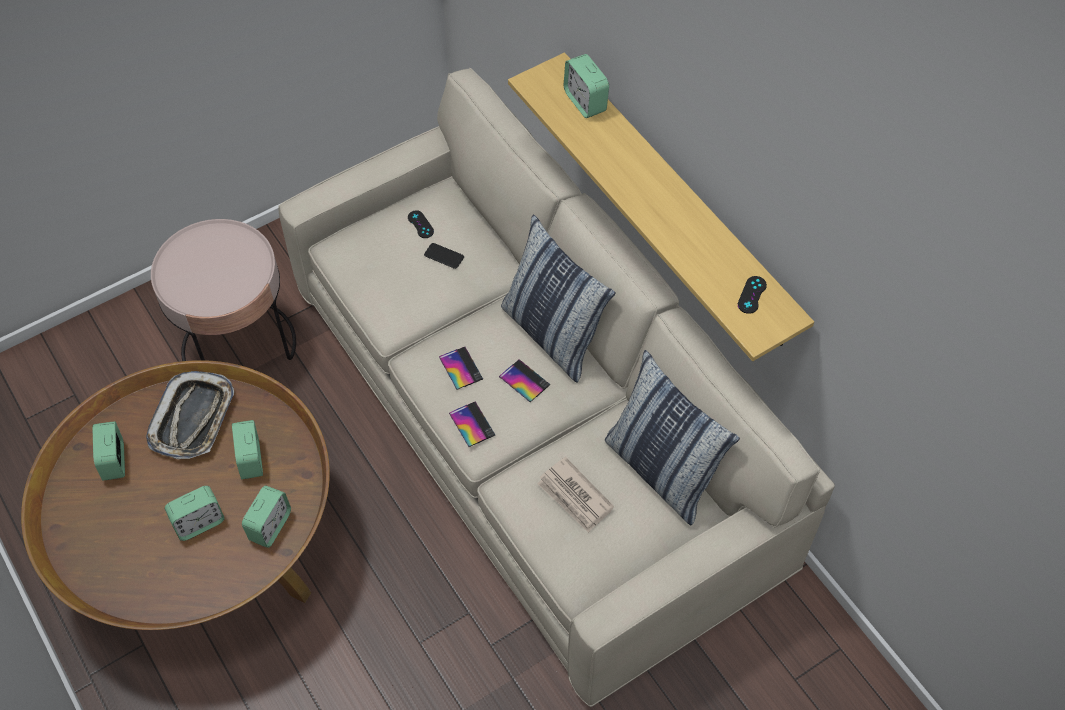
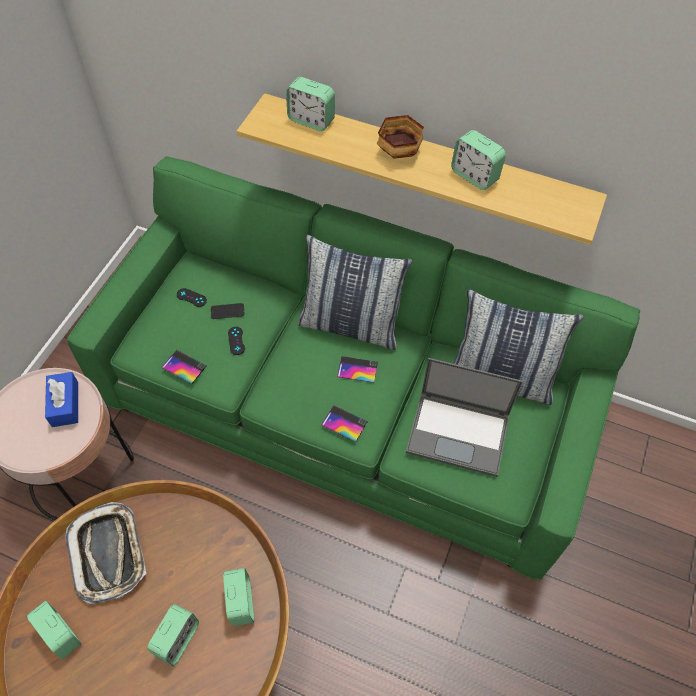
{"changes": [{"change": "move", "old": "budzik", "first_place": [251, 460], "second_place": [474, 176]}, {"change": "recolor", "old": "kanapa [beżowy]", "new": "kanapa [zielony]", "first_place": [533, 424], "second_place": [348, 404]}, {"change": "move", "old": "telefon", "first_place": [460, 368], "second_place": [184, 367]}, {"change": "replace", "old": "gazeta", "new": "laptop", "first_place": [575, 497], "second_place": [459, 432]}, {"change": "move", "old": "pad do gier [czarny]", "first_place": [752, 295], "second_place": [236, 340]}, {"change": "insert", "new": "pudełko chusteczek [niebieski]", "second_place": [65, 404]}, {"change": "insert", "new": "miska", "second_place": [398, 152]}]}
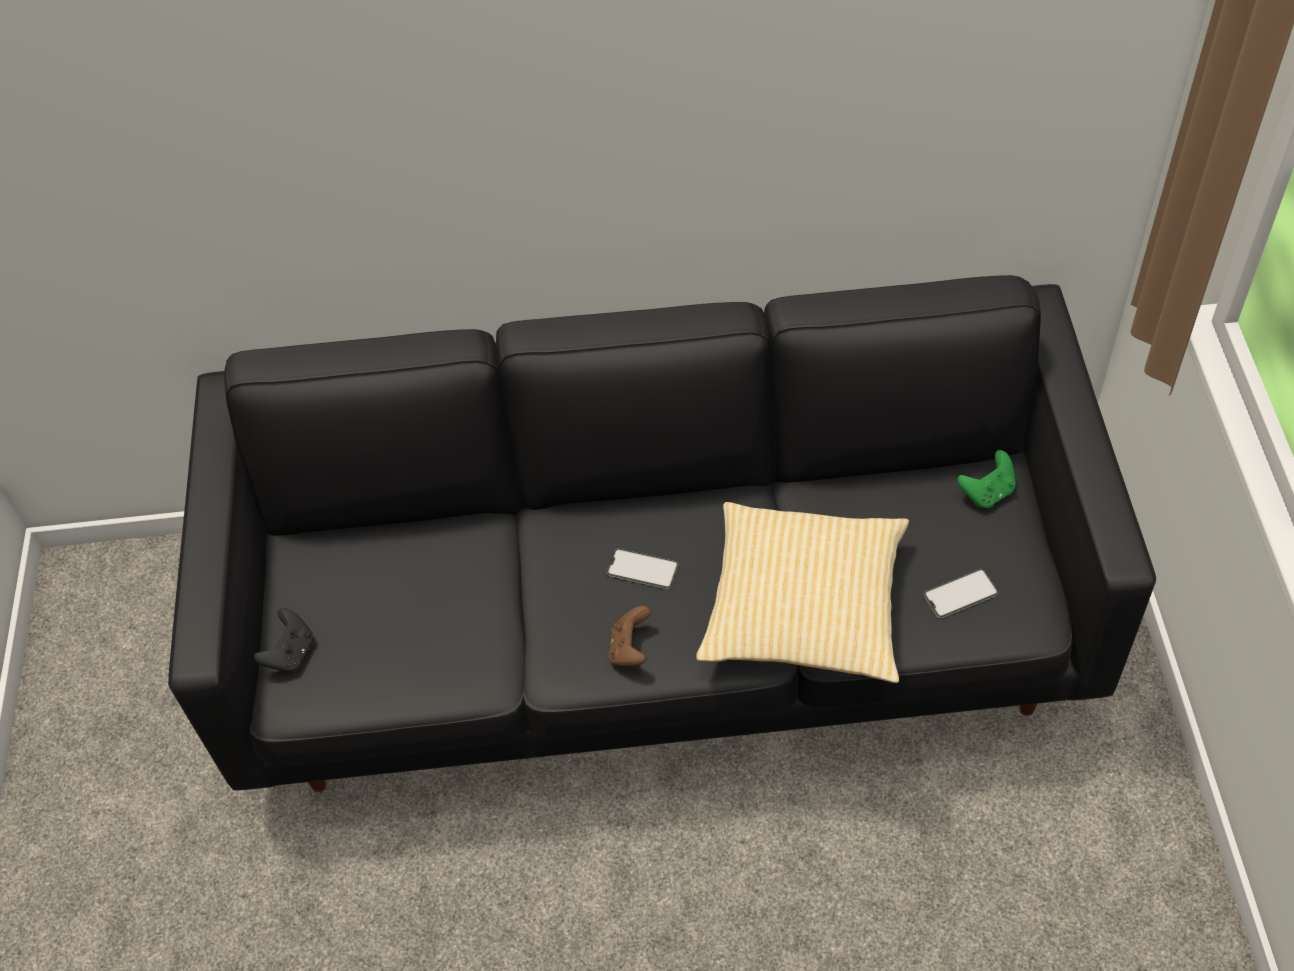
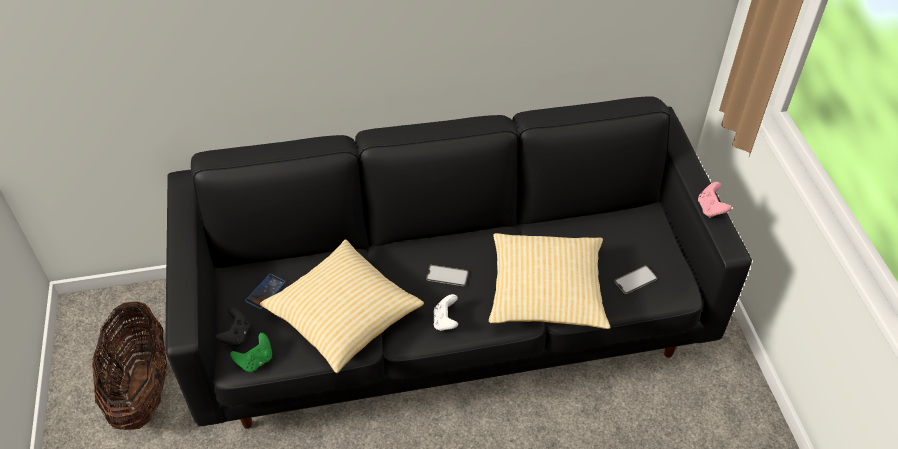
{"changes": [{"change": "recolor", "old": "pad do gier [brązowy]", "new": "pad do gier [biały]", "first_place": [630, 649], "second_place": [445, 321]}, {"change": "move", "old": "pad do gier [zielony]", "first_place": [987, 492], "second_place": [255, 361]}, {"change": "insert", "new": "koszyk", "second_place": [142, 388]}, {"change": "insert", "new": "telefon", "second_place": [265, 292]}, {"change": "insert", "new": "poduszka", "second_place": [344, 317]}, {"change": "insert", "new": "pad do gier [różowy]", "second_place": [710, 209]}]}
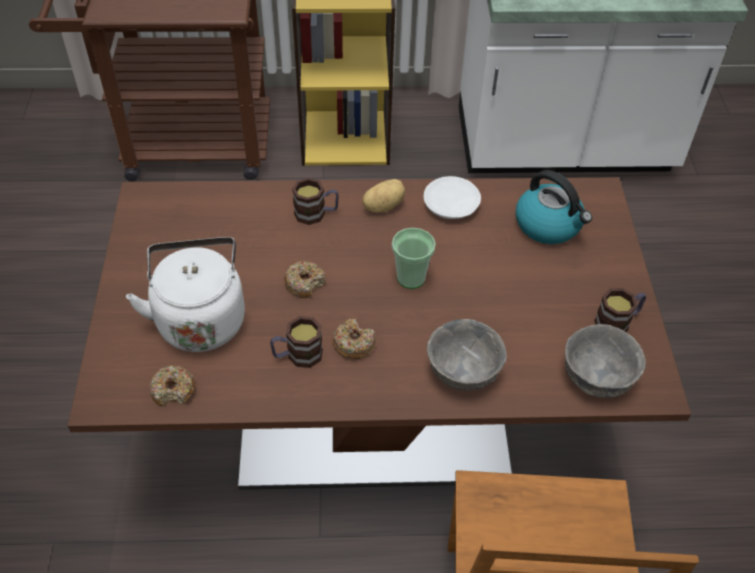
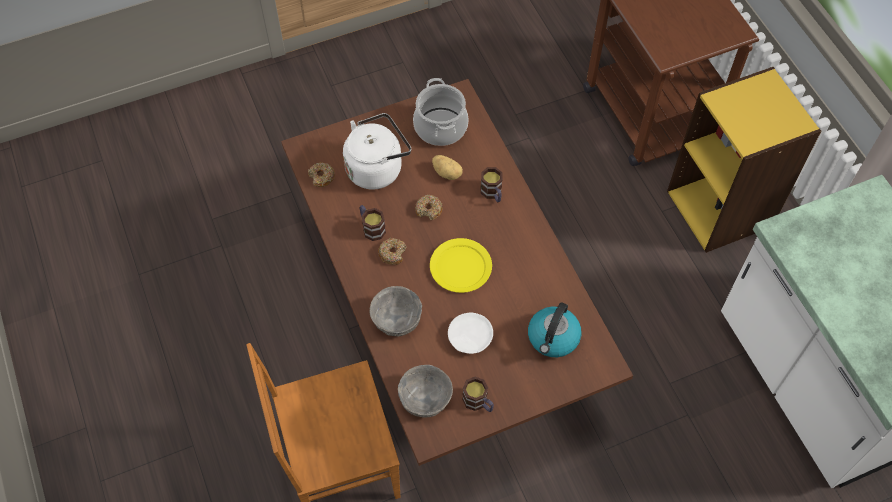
{"changes": [{"change": "move", "old": "ziemniak", "first_place": [382, 206], "second_place": [447, 172]}, {"change": "replace", "old": "filiżanka", "new": "talerz [żółty]", "first_place": [411, 278], "second_place": [461, 267]}, {"change": "move", "old": "talerz [biały]", "first_place": [451, 205], "second_place": [469, 336]}, {"change": "insert", "new": "garnek", "second_place": [440, 127]}]}
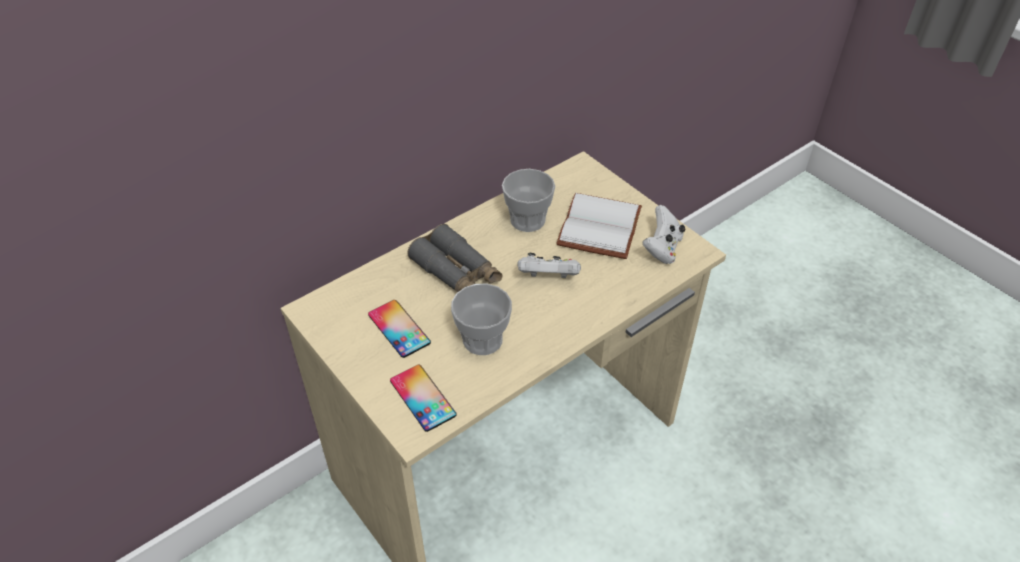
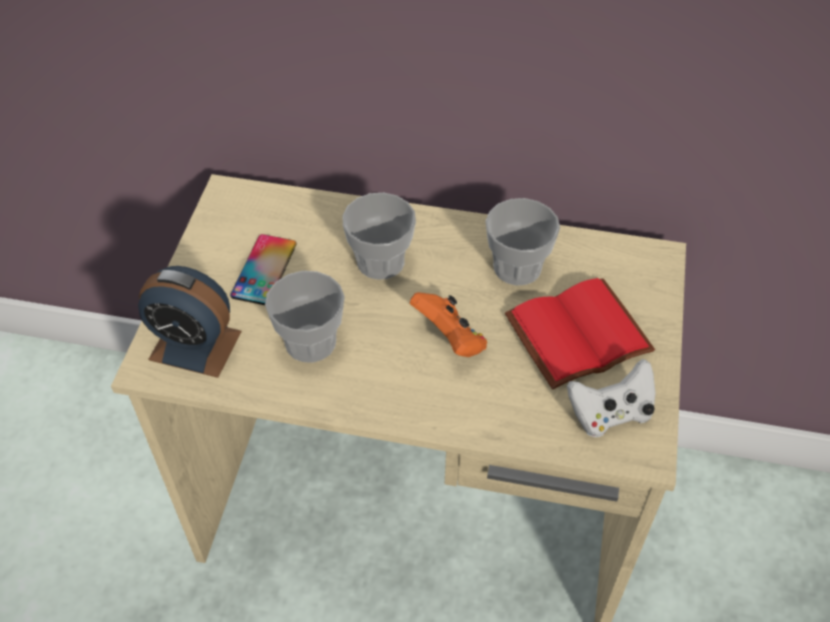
{"changes": [{"change": "replace", "old": "telefon", "new": "budzik", "first_place": [422, 397], "second_place": [195, 345]}, {"change": "replace", "old": "lornetka [szary]", "new": "filiżanka", "first_place": [456, 272], "second_place": [380, 261]}, {"change": "recolor", "old": "pad do gier [biały]", "new": "pad do gier [pomarańczowy]", "first_place": [548, 278], "second_place": [450, 340]}, {"change": "recolor", "old": "książka [biały]", "new": "książka [czerwony]", "first_place": [601, 229], "second_place": [578, 338]}]}
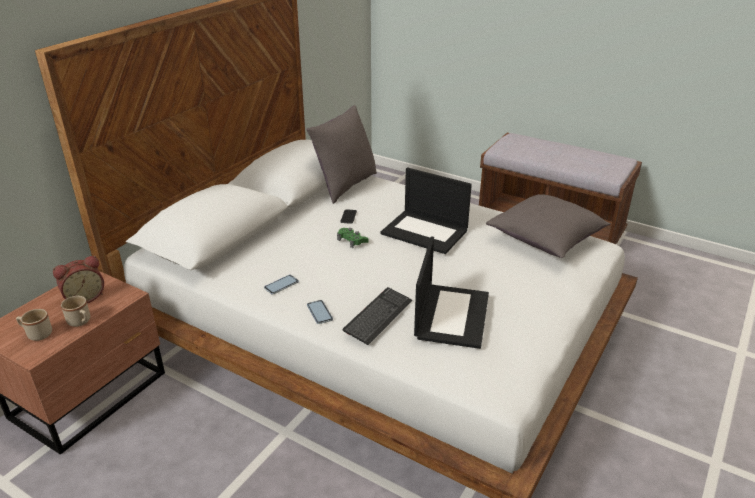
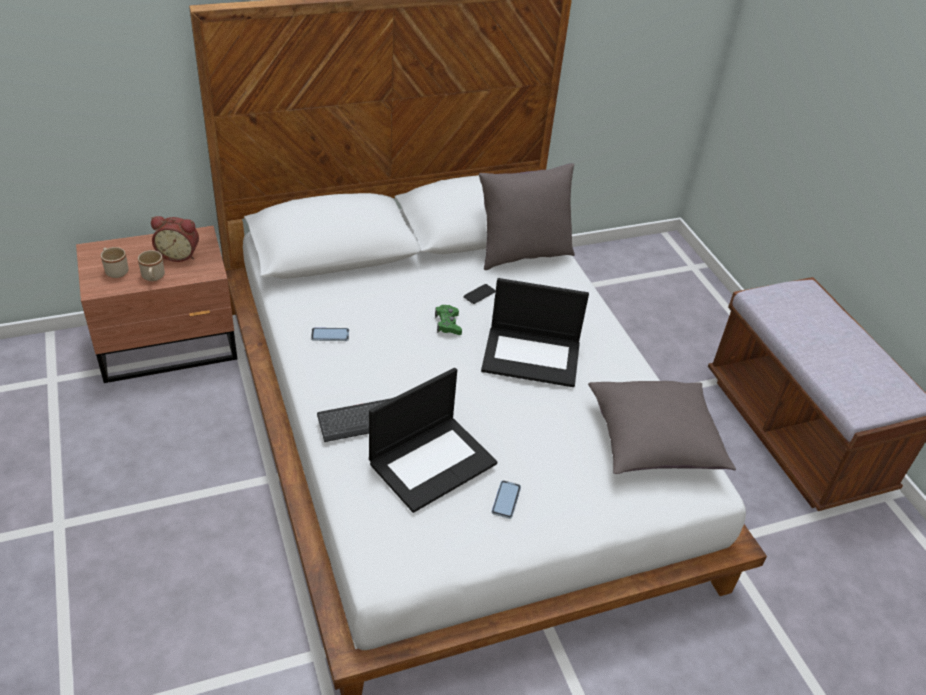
{"changes": [{"change": "move", "old": "telefon", "first_place": [319, 312], "second_place": [506, 500]}, {"change": "rotate", "old": "laptop", "first_place": [425, 232], "second_place": [532, 356], "degrees": -60}]}
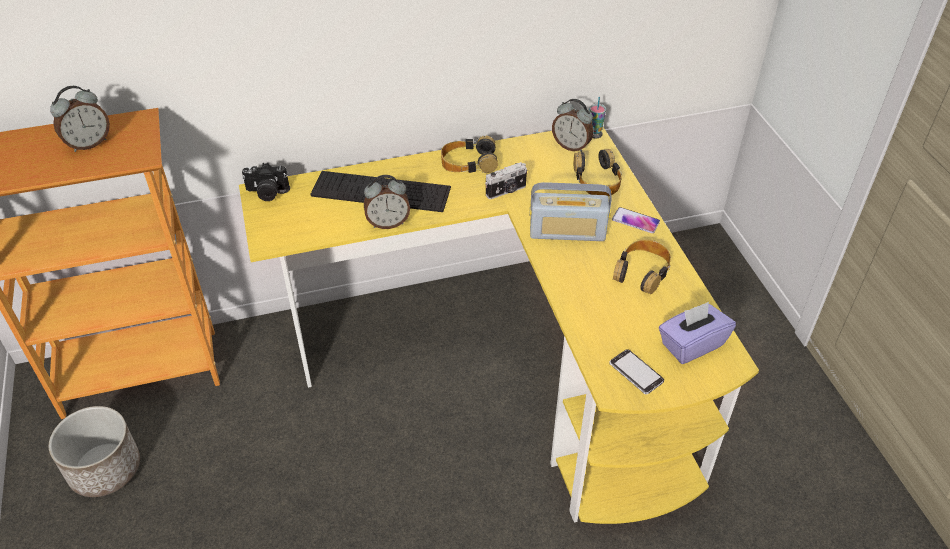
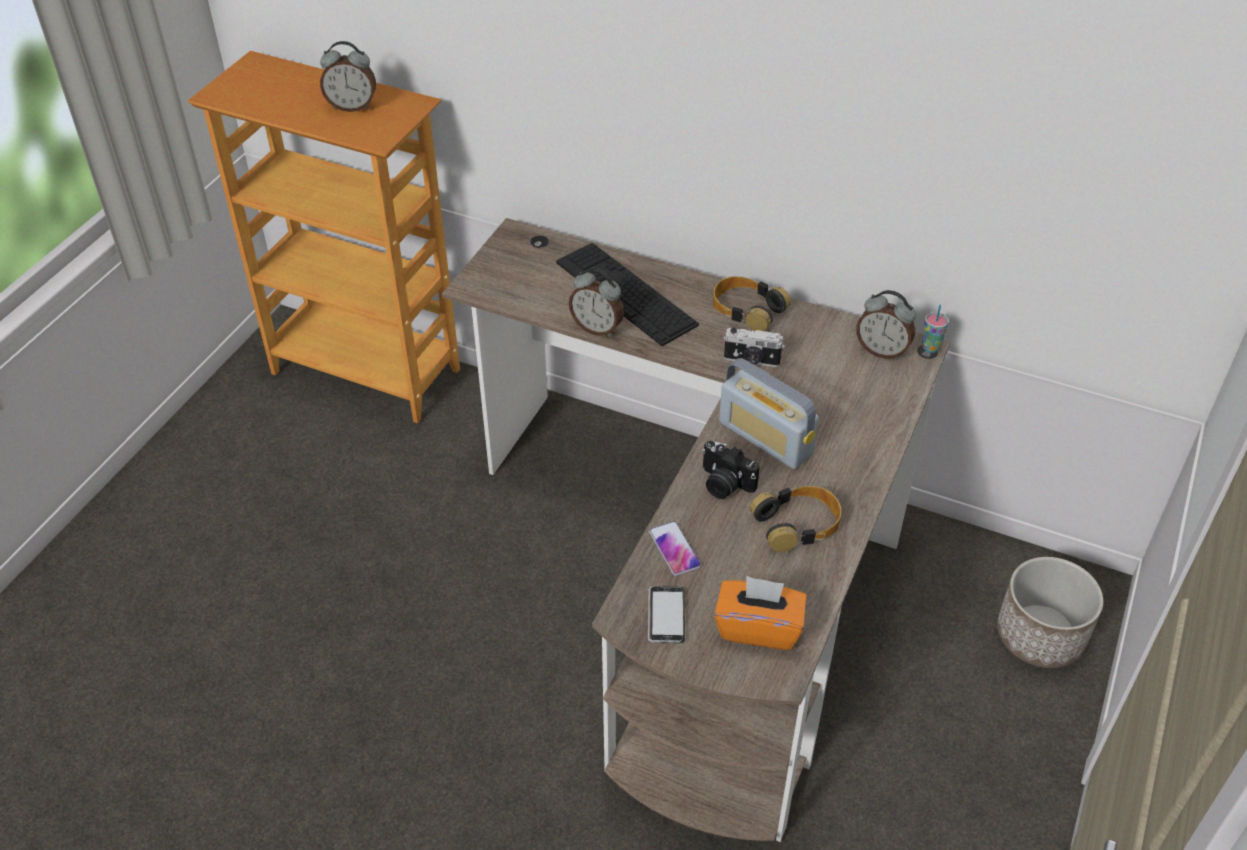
{"changes": [{"change": "move", "old": "donica", "first_place": [105, 468], "second_place": [1039, 635]}, {"change": "recolor", "old": "biurko [żółty]", "new": "biurko [brązowy]", "first_place": [512, 362], "second_place": [708, 575]}, {"change": "move", "old": "aparat fotograficzny", "first_place": [267, 192], "second_place": [724, 484]}, {"change": "rotate", "old": "budzik", "first_place": [571, 146], "second_place": [882, 350], "degrees": -45}, {"change": "delete", "old": "słuchawki", "first_place": [597, 179]}, {"change": "move", "old": "telefon", "first_place": [635, 221], "second_place": [674, 549]}, {"change": "recolor", "old": "pudełko chusteczek [fioletowy]", "new": "pudełko chusteczek [pomarańczowy]", "first_place": [691, 344], "second_place": [758, 628]}]}
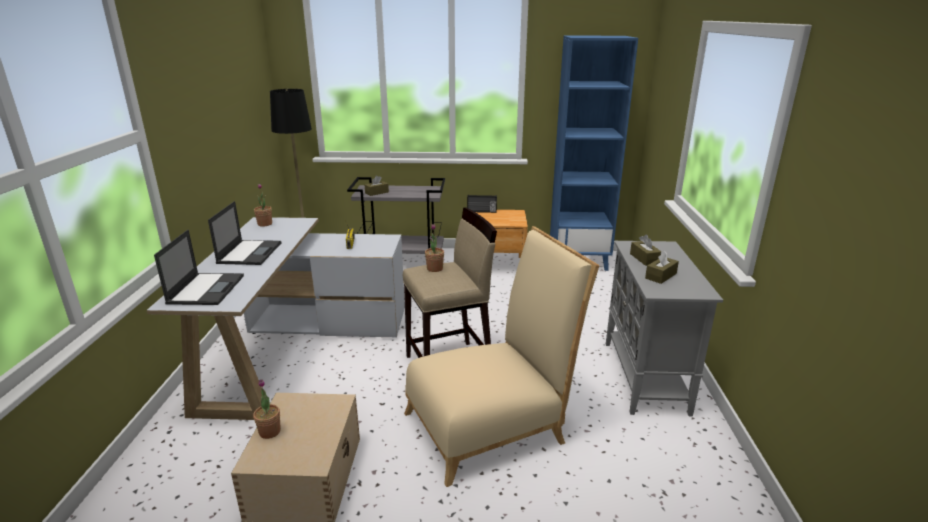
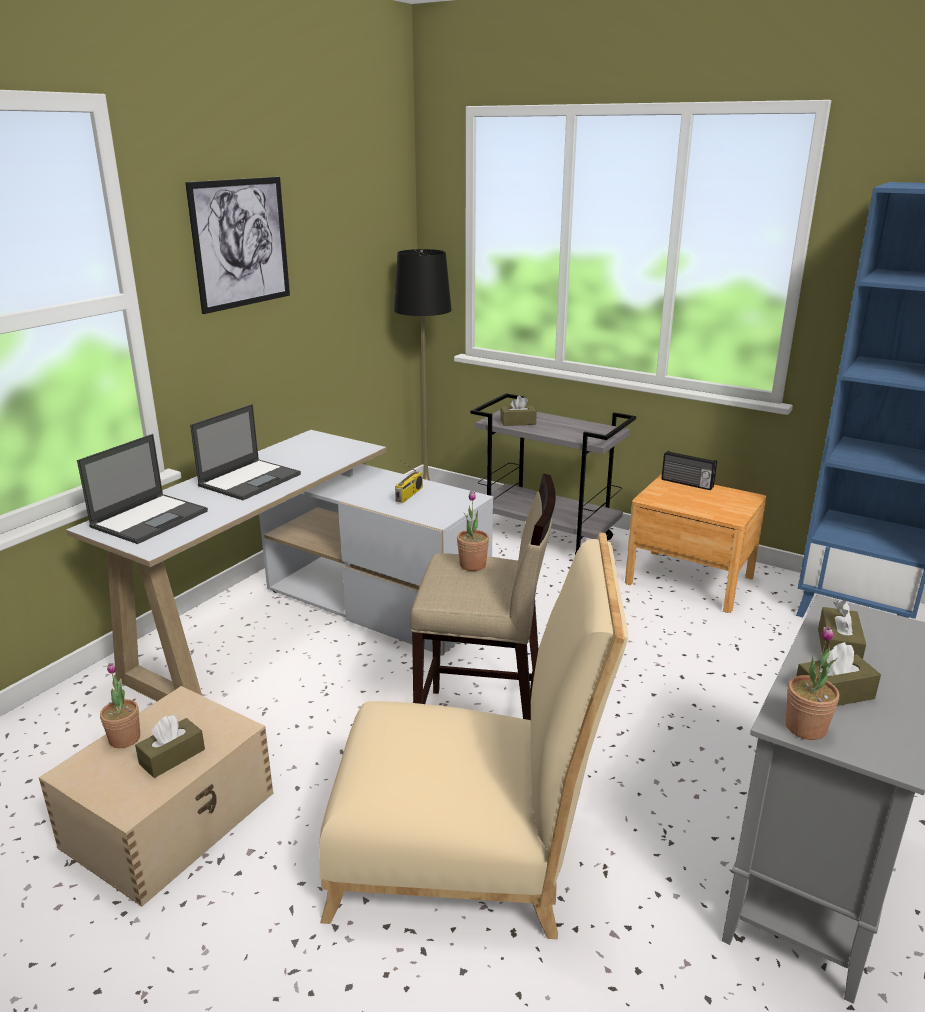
{"changes": [{"change": "move", "old": "roślina doniczkowa", "first_place": [265, 224], "second_place": [805, 728]}, {"change": "insert", "new": "pudełko chusteczek [brązowy]", "second_place": [172, 757]}, {"change": "insert", "new": "obraz", "second_place": [241, 243]}]}
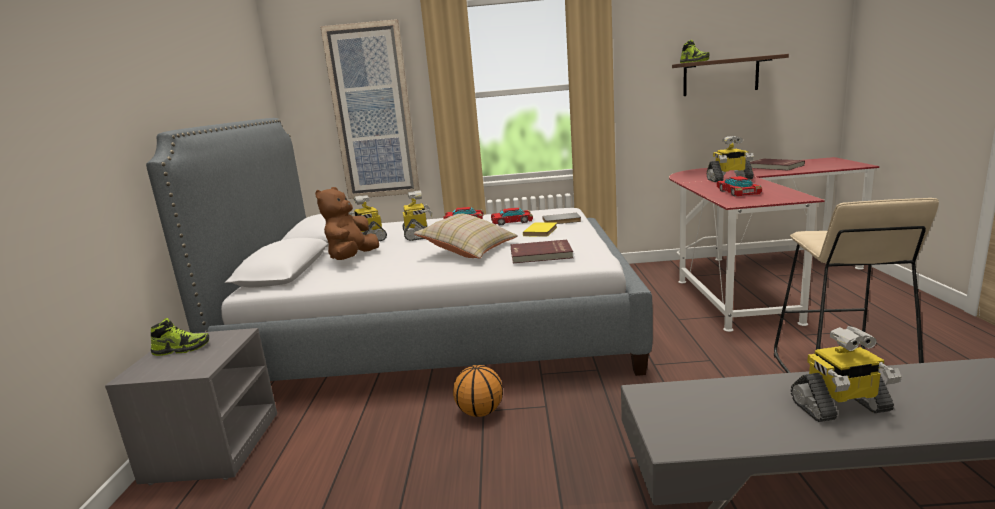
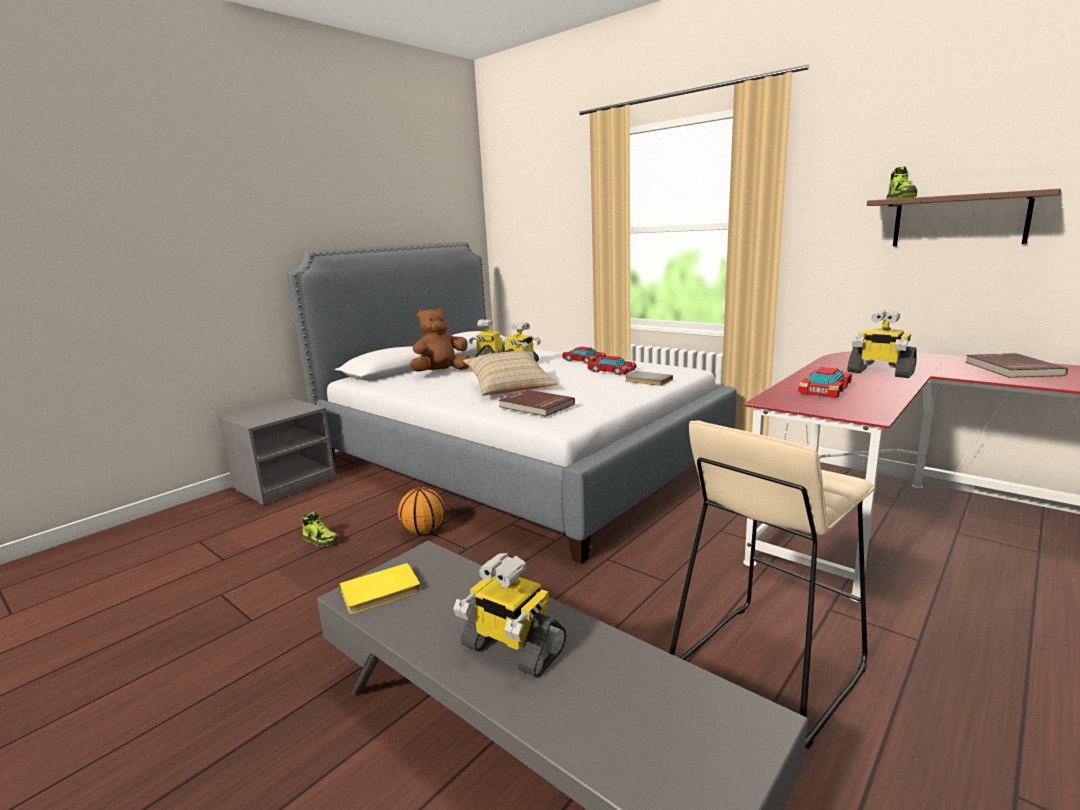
{"changes": [{"change": "move", "old": "but", "first_place": [182, 349], "second_place": [321, 540]}, {"change": "delete", "old": "obraz", "first_place": [373, 112]}, {"change": "move", "old": "książka [żółty]", "first_place": [542, 231], "second_place": [381, 592]}]}
